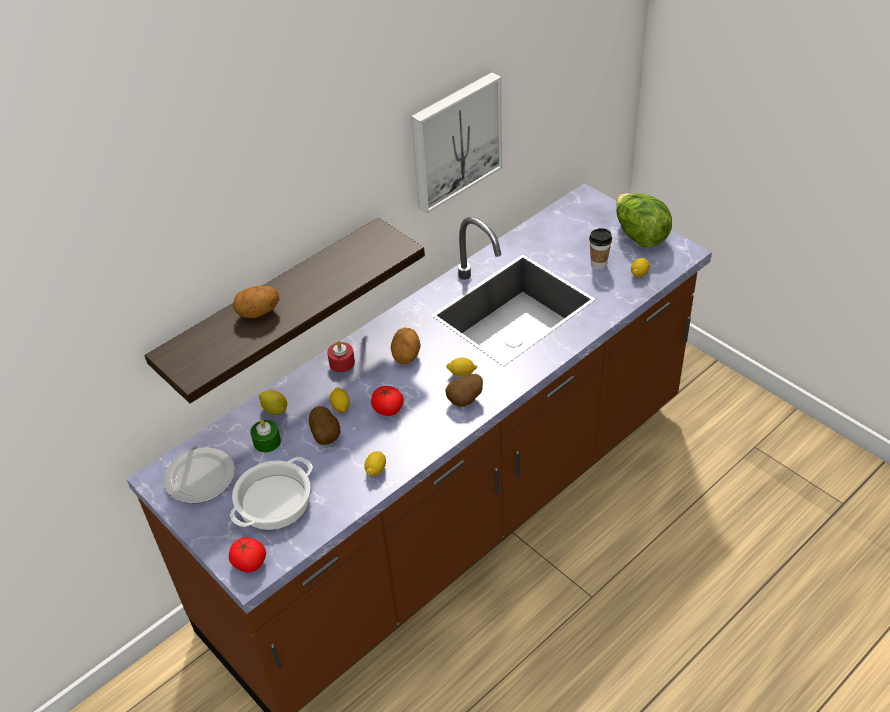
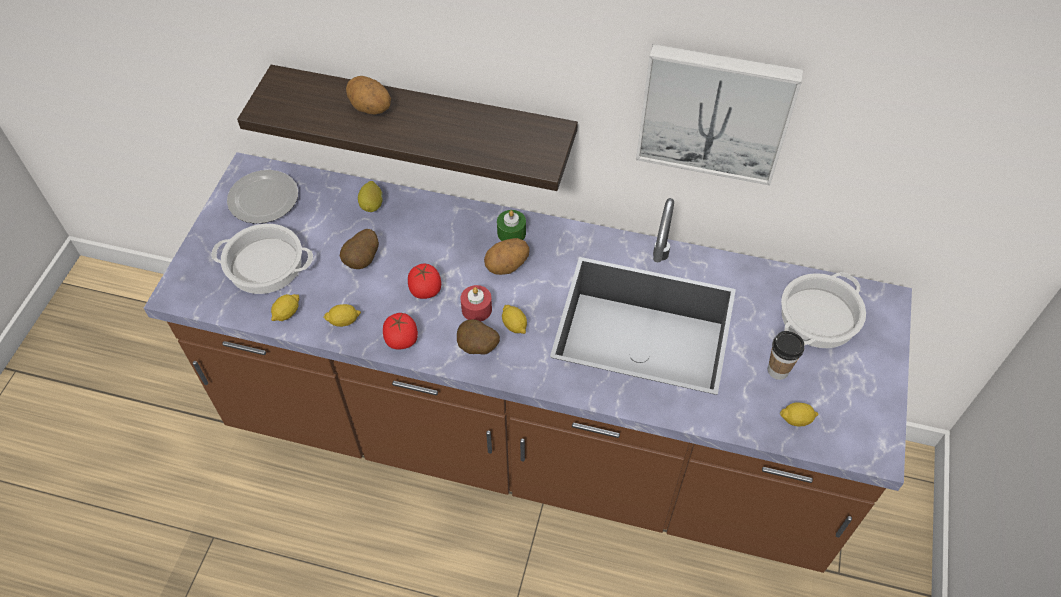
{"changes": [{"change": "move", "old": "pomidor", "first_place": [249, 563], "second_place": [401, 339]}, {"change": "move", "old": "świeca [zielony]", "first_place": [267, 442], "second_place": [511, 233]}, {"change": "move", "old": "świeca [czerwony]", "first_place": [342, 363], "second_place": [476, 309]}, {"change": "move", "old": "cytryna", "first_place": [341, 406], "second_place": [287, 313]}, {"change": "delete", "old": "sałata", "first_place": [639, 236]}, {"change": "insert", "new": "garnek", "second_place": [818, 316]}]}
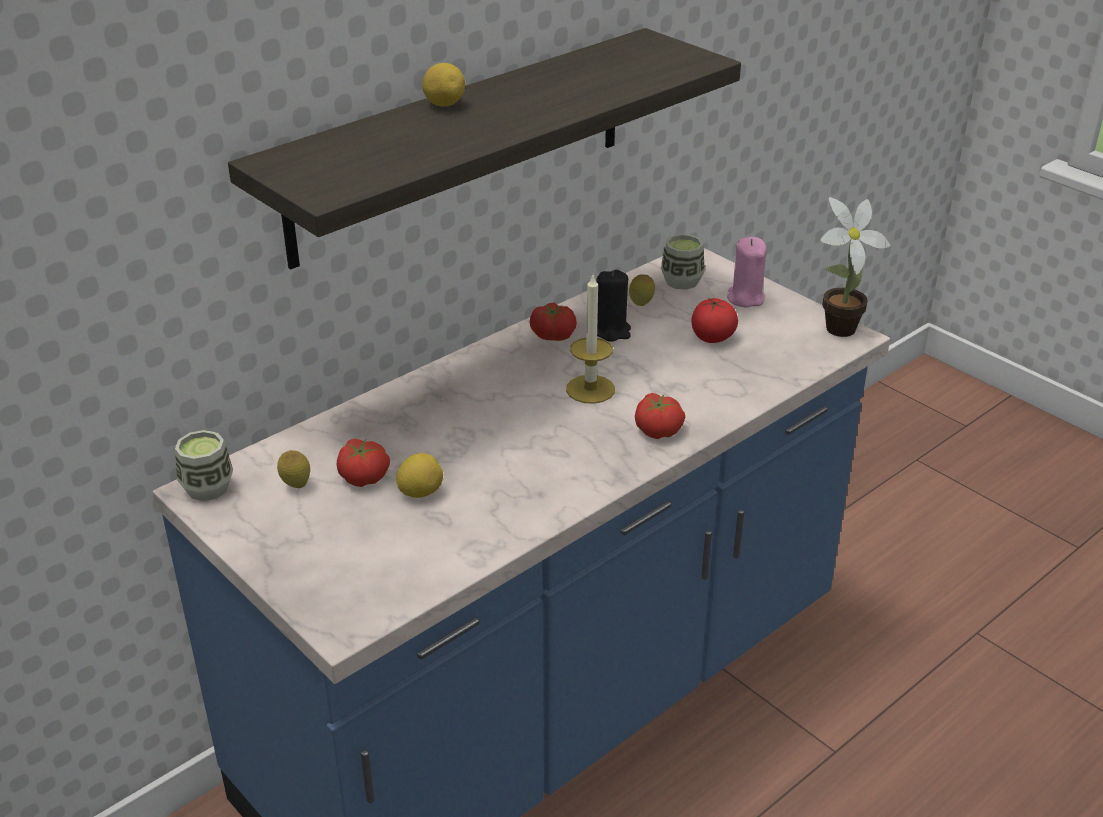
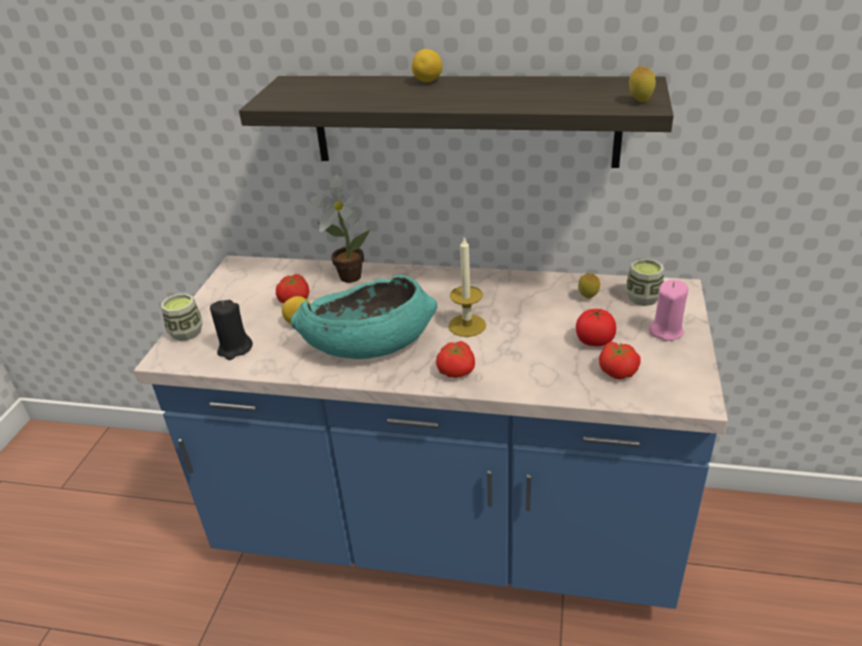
{"changes": [{"change": "move", "old": "filiżanka", "first_place": [207, 488], "second_place": [186, 332]}, {"change": "move", "old": "cytryna", "first_place": [296, 486], "second_place": [640, 101]}, {"change": "move", "old": "pomidor", "first_place": [553, 334], "second_place": [618, 371]}, {"change": "move", "old": "świeca [czarny]", "first_place": [611, 331], "second_place": [234, 349]}, {"change": "move", "old": "roślina doniczkowa", "first_place": [835, 330], "second_place": [347, 276]}, {"change": "insert", "new": "miska [turkusowy]", "second_place": [367, 342]}]}
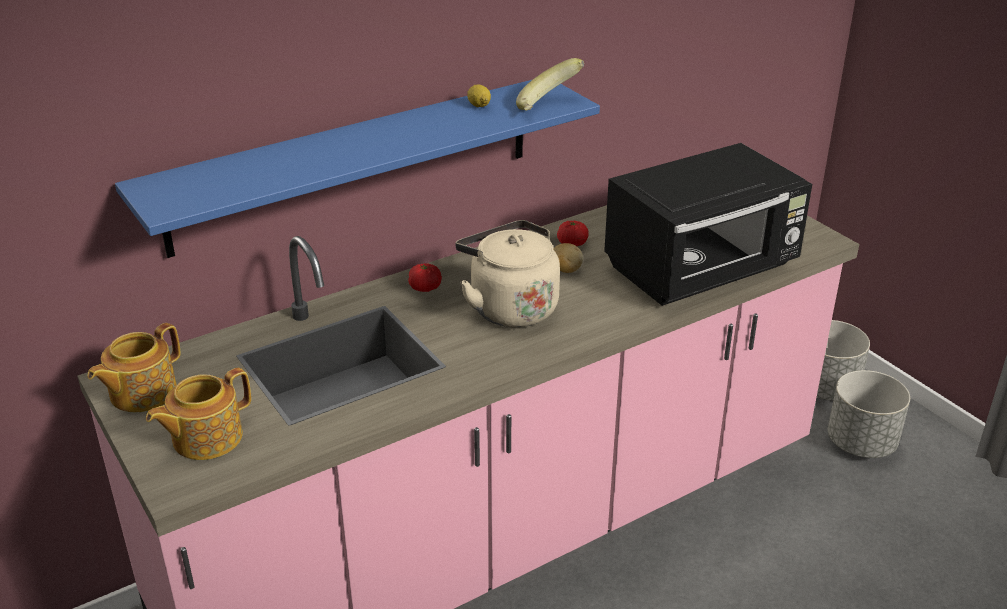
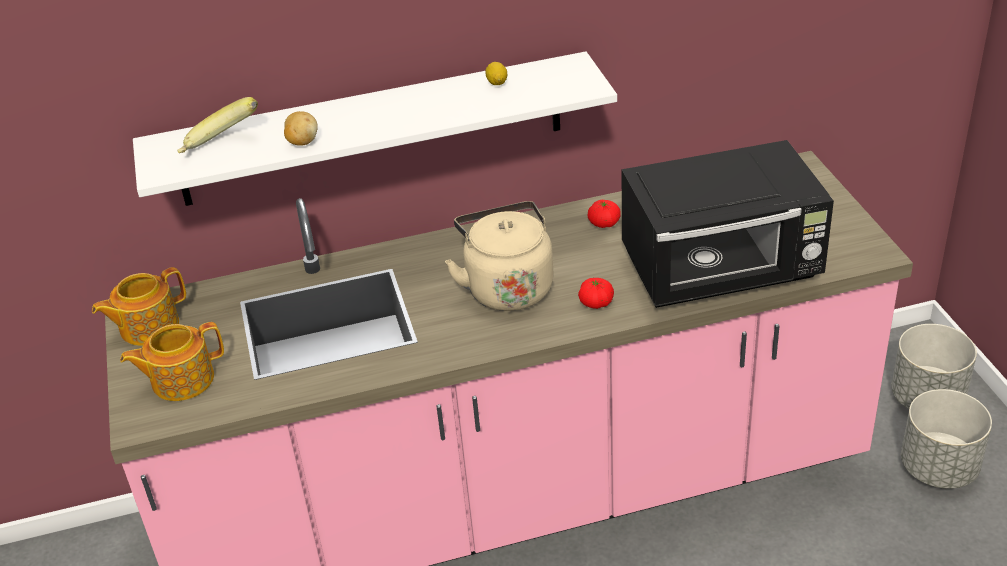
{"changes": [{"change": "recolor", "old": "półka [niebieski]", "new": "półka [biały]", "first_place": [354, 164], "second_place": [372, 130]}, {"change": "move", "old": "pomidor", "first_place": [425, 288], "second_place": [596, 303]}, {"change": "move", "old": "banan", "first_place": [549, 107], "second_place": [221, 147]}, {"change": "move", "old": "ziemniak", "first_place": [565, 270], "second_place": [302, 142]}]}
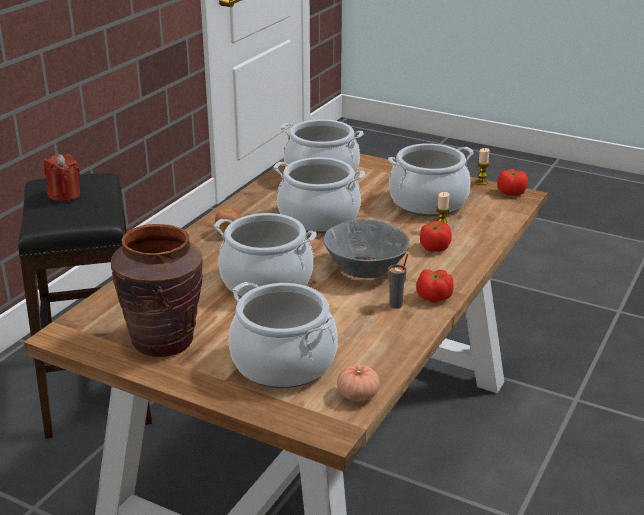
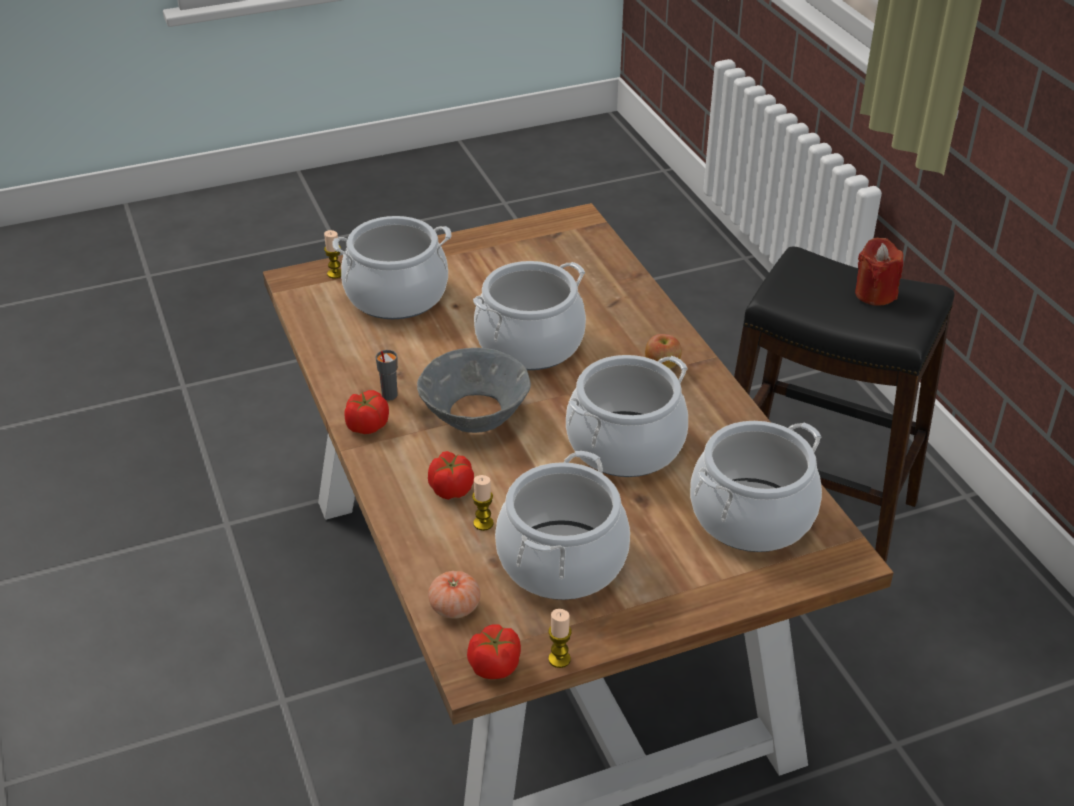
{"changes": [{"change": "delete", "old": "wazon [brązowy]", "first_place": [164, 341]}, {"change": "move", "old": "pomidor", "first_place": [358, 395], "second_place": [455, 607]}, {"change": "insert", "new": "świeca", "second_place": [335, 274]}]}
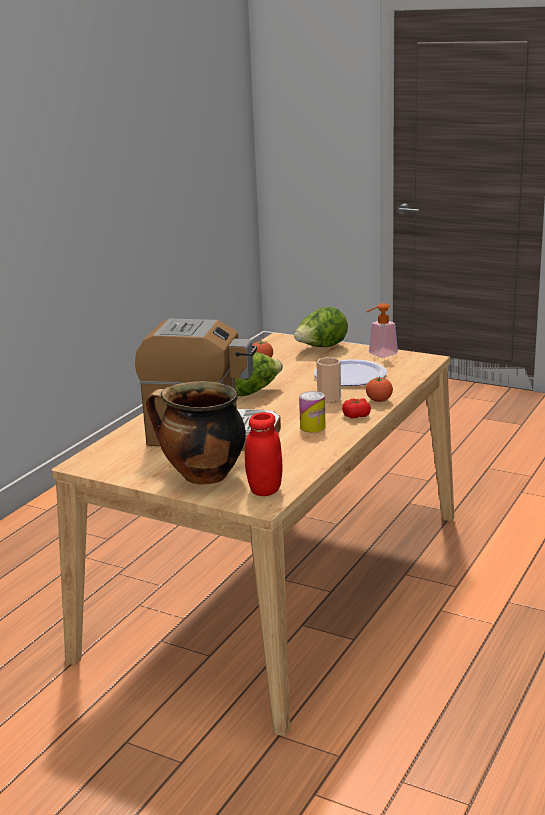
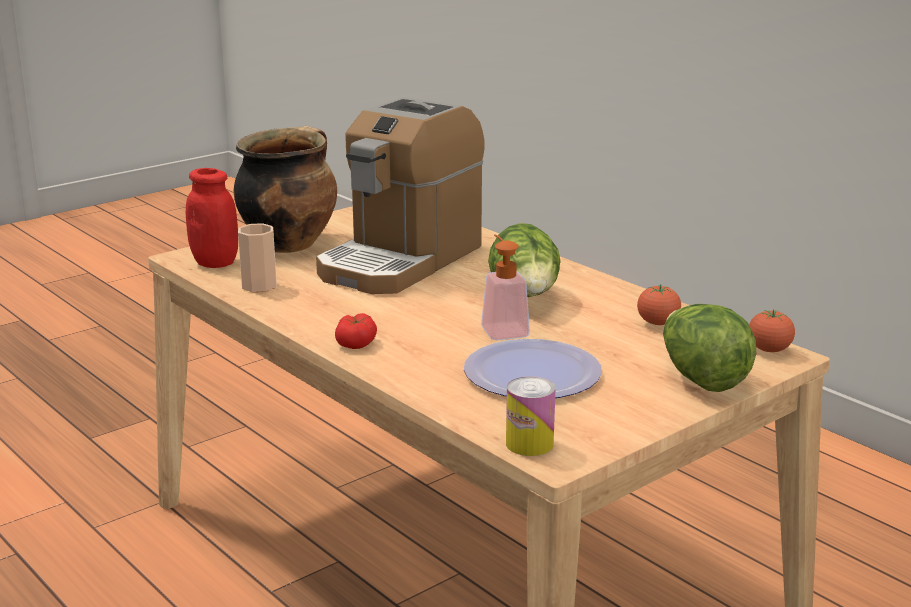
{"changes": [{"change": "move", "old": "puszka", "first_place": [312, 427], "second_place": [529, 444]}, {"change": "move", "old": "filiżanka", "first_place": [329, 398], "second_place": [259, 286]}, {"change": "move", "old": "pomidor", "first_place": [379, 401], "second_place": [769, 350]}, {"change": "move", "old": "dozownik mydła", "first_place": [379, 355], "second_place": [502, 329]}]}
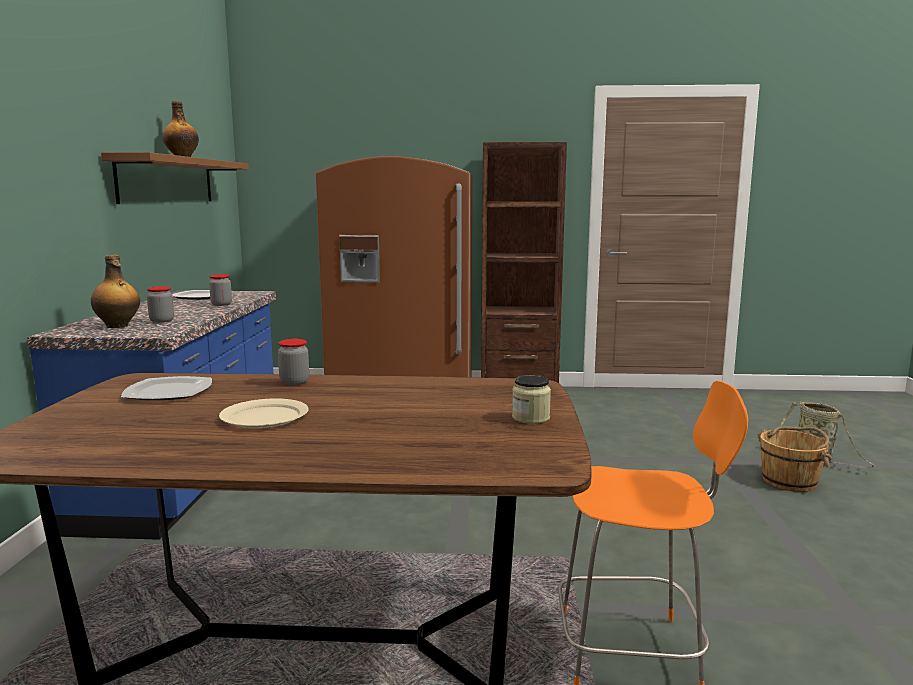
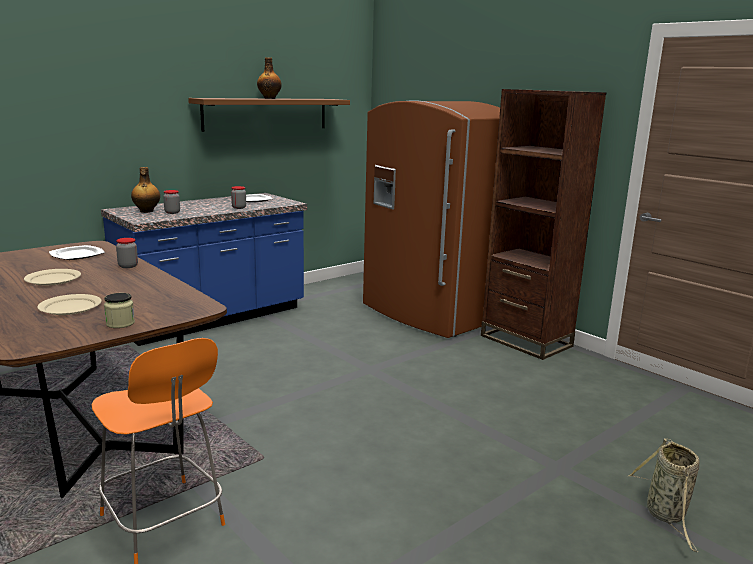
{"changes": [{"change": "delete", "old": "wiadro [brązowy]", "first_place": [790, 481]}, {"change": "insert", "new": "talerz [beżowy]", "second_place": [69, 307]}]}
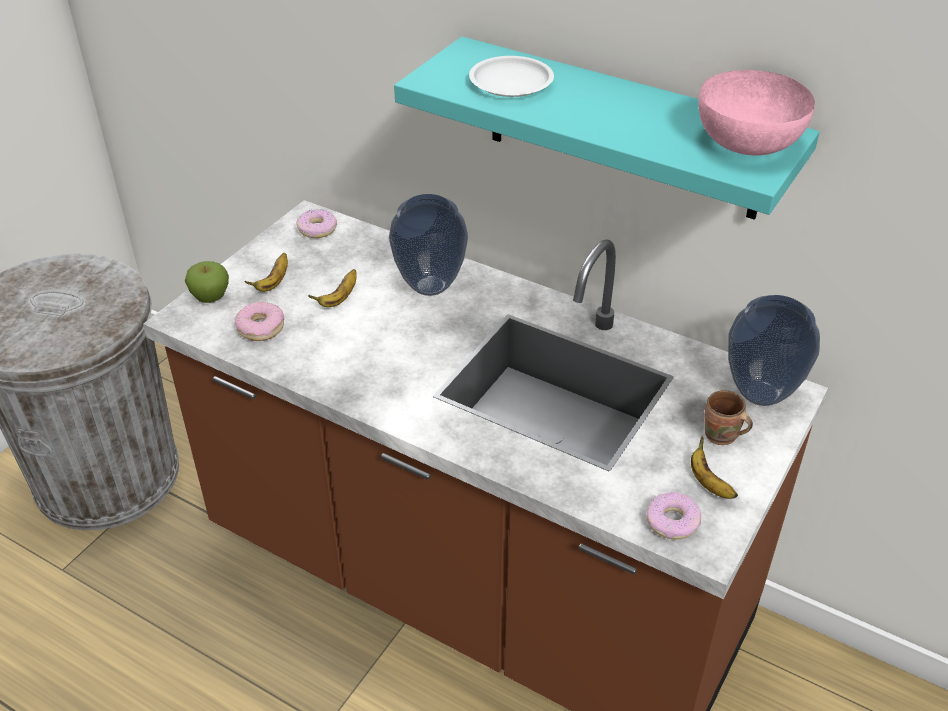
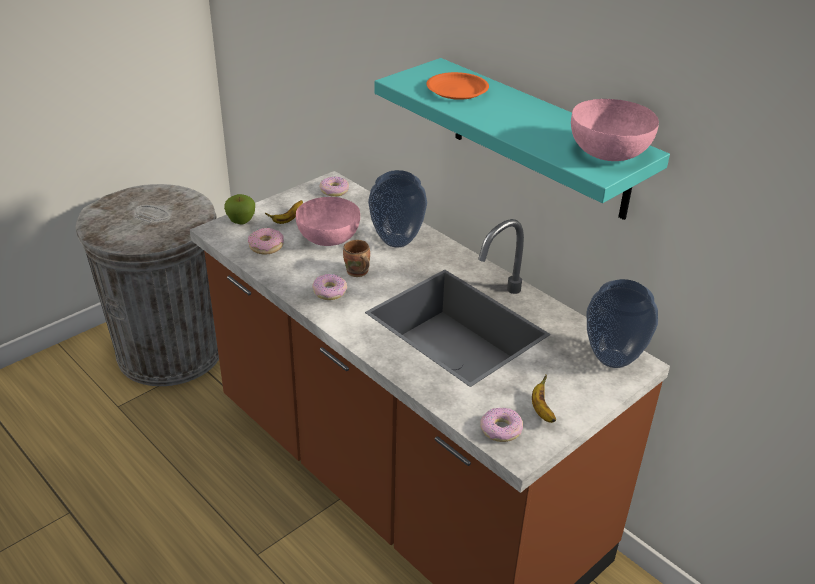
{"changes": [{"change": "replace", "old": "banan", "new": "miska [różowy]", "first_place": [339, 299], "second_place": [328, 238]}, {"change": "recolor", "old": "talerz [biały]", "new": "talerz [pomarańczowy]", "first_place": [511, 83], "second_place": [457, 90]}, {"change": "move", "old": "kubek [brązowy]", "first_place": [721, 437], "second_place": [357, 273]}, {"change": "insert", "new": "donut", "second_place": [330, 291]}]}
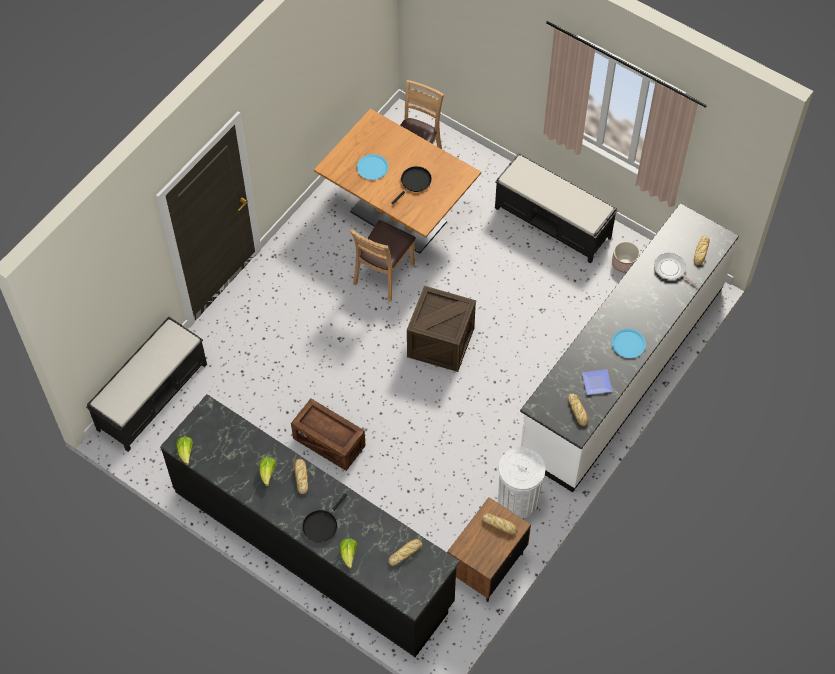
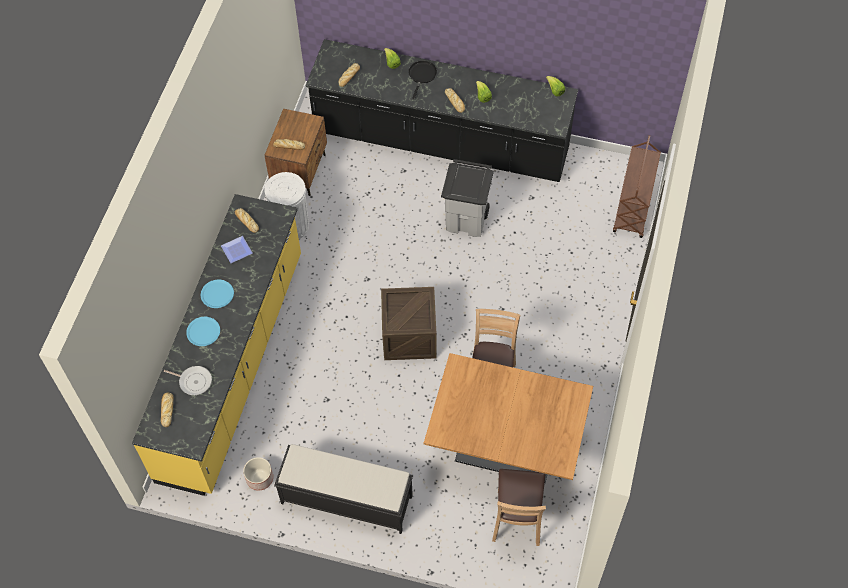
{"changes": [{"change": "replace", "old": "ławka [czarny]", "new": "wózek [brązowy]", "first_place": [153, 396], "second_place": [633, 208]}, {"change": "replace", "old": "skrzynka", "new": "kosz na śmieci [szary]", "first_place": [329, 442], "second_place": [467, 220]}, {"change": "move", "old": "talerz [niebieski]", "first_place": [372, 167], "second_place": [203, 332]}, {"change": "delete", "old": "patelnia [czarny]", "first_place": [414, 182]}, {"change": "recolor", "old": "zabudowa kuchenna [biały]", "new": "zabudowa kuchenna [żółty]", "first_place": [622, 370], "second_place": [233, 365]}]}
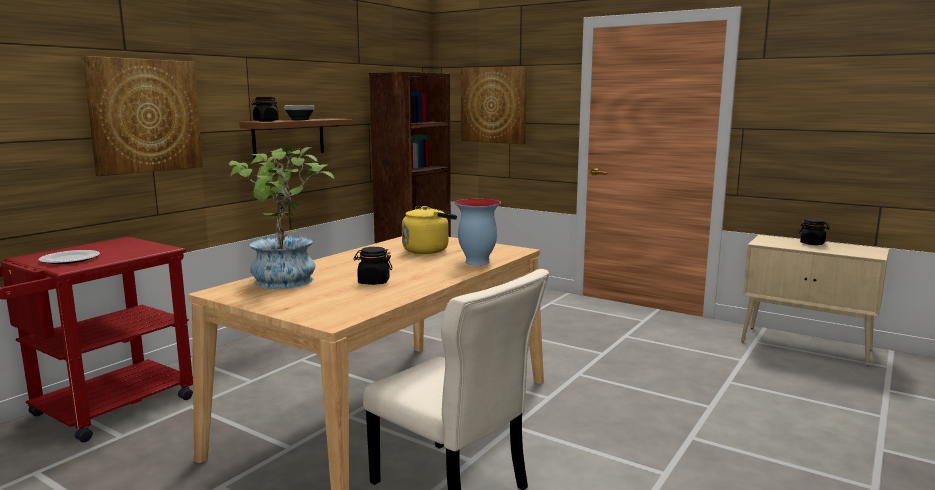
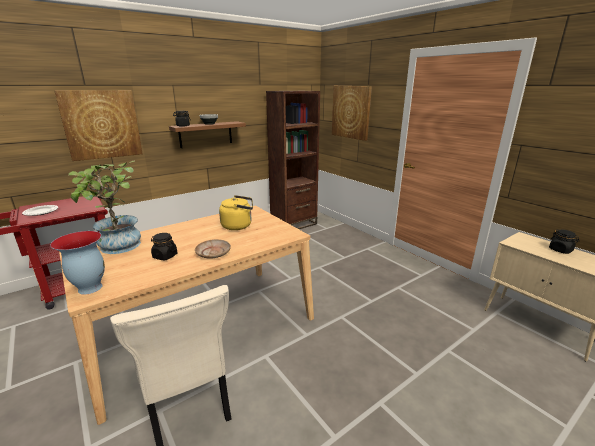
{"changes": [{"change": "move", "old": "wazon", "first_place": [476, 262], "second_place": [89, 288]}, {"change": "insert", "new": "talerz [beżowy]", "second_place": [213, 253]}]}
